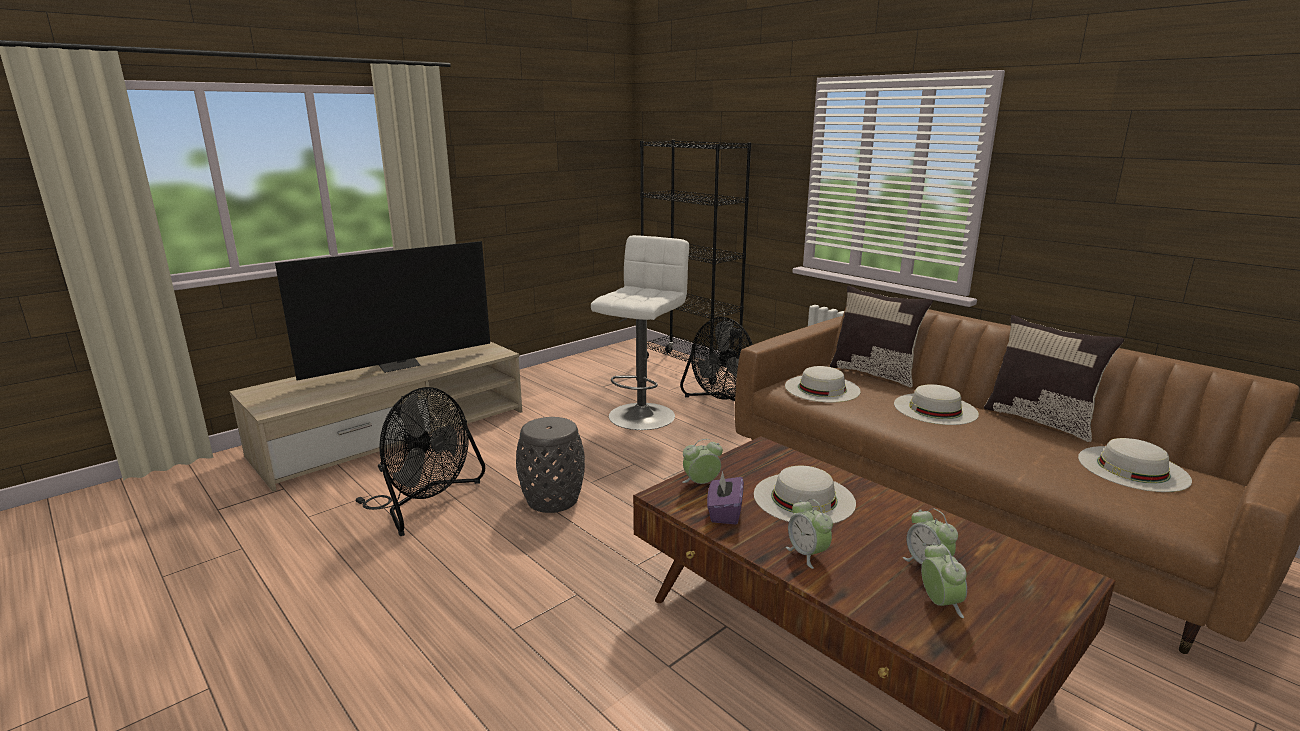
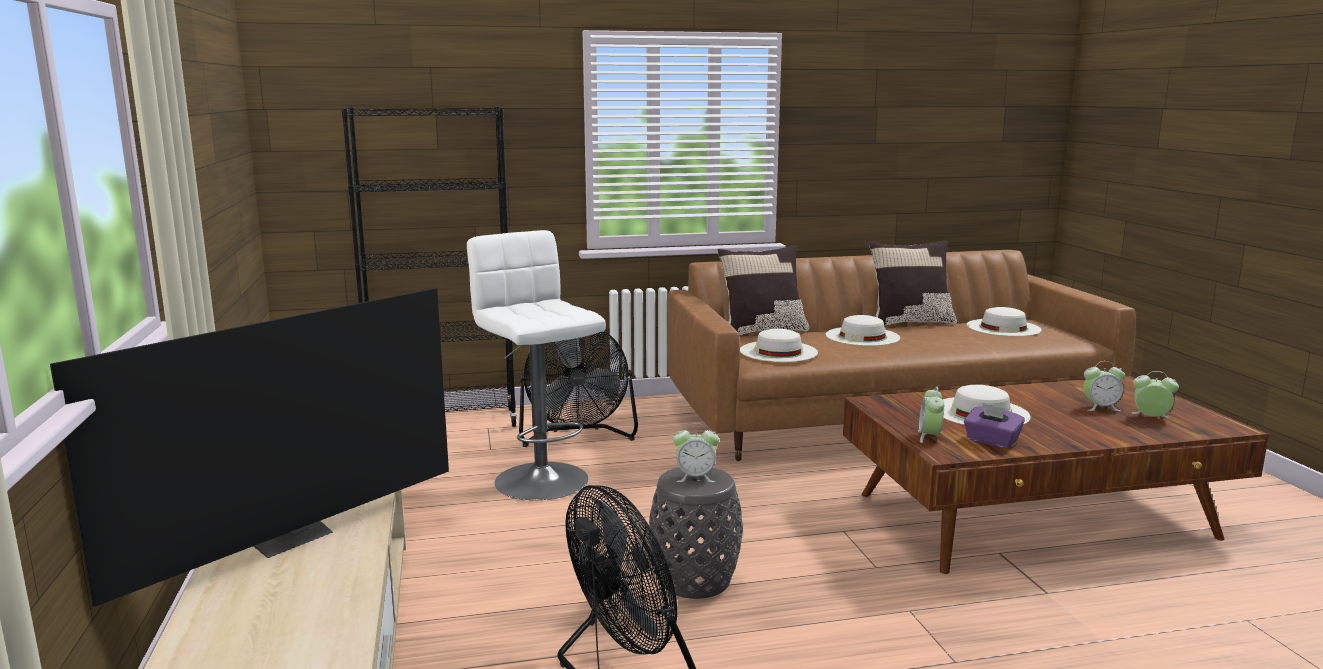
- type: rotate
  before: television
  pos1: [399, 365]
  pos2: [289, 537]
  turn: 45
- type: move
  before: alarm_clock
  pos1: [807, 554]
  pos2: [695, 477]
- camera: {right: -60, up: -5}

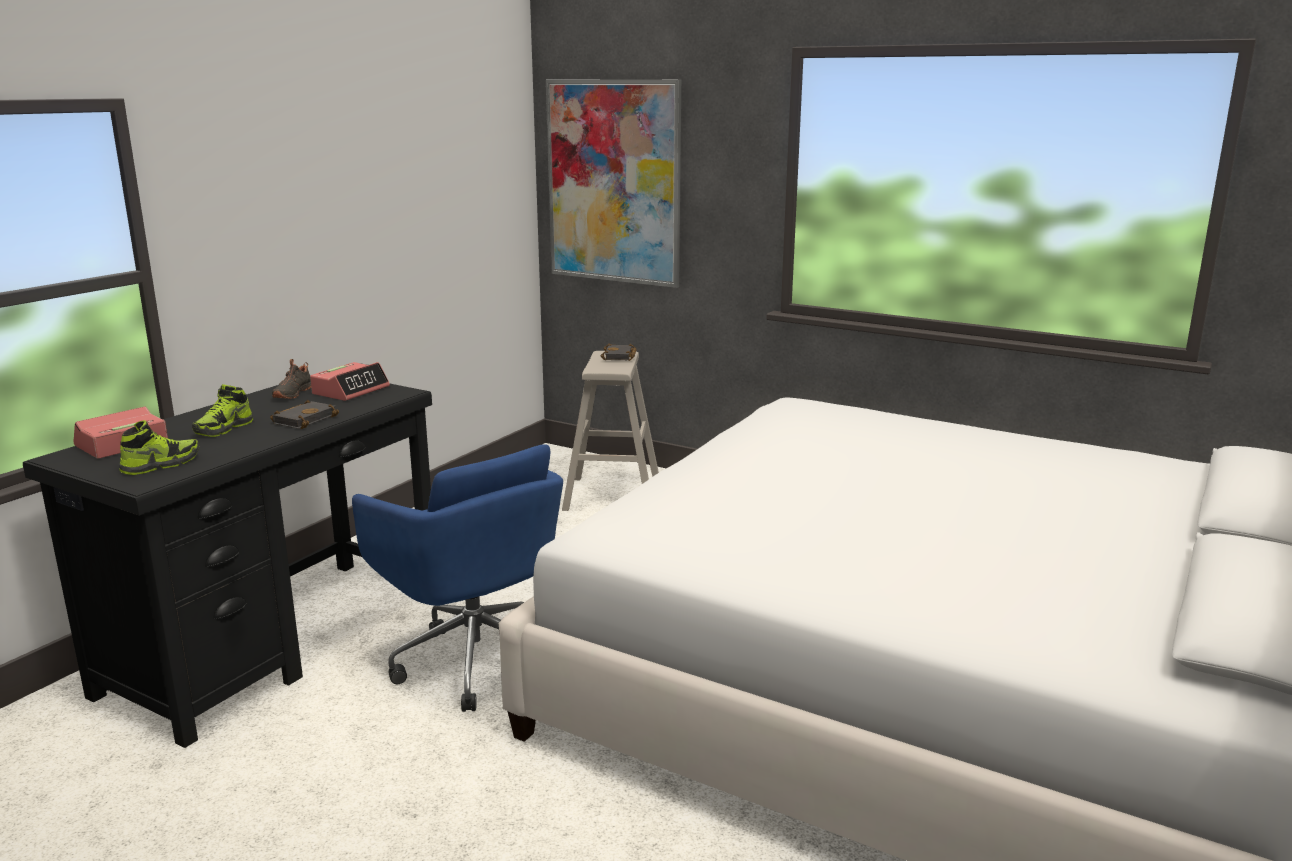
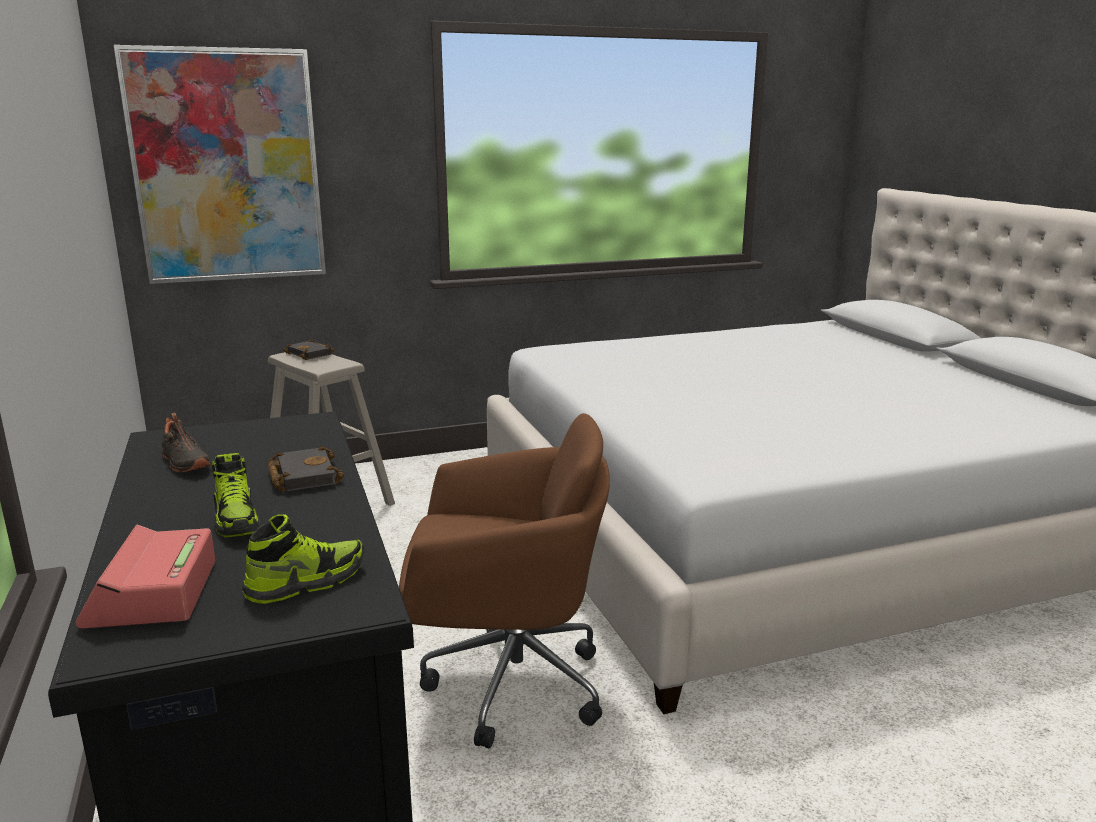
- type: delete
  before: alarm_clock
  pos1: [351, 390]
- type: rotate
  before: shoe
  pos1: [161, 464]
  pos2: [306, 582]
  turn: 60
- type: recolor
  before: blue_office_chair
  after: brown_office_chair
  pos1: [471, 661]
  pos2: [506, 687]
- camera: {right: -50, up: 0}

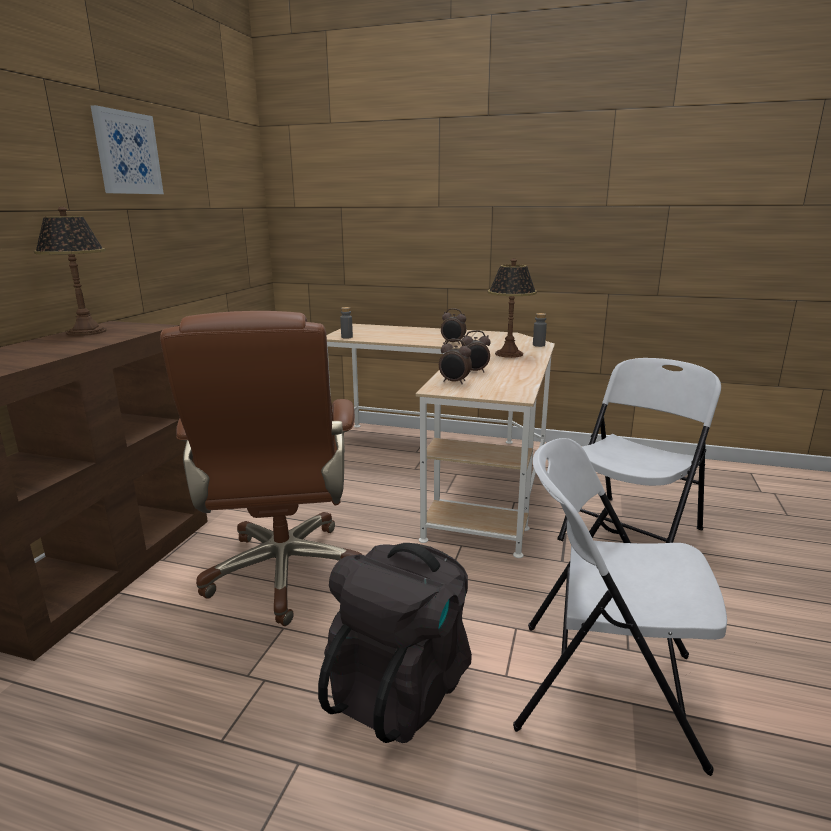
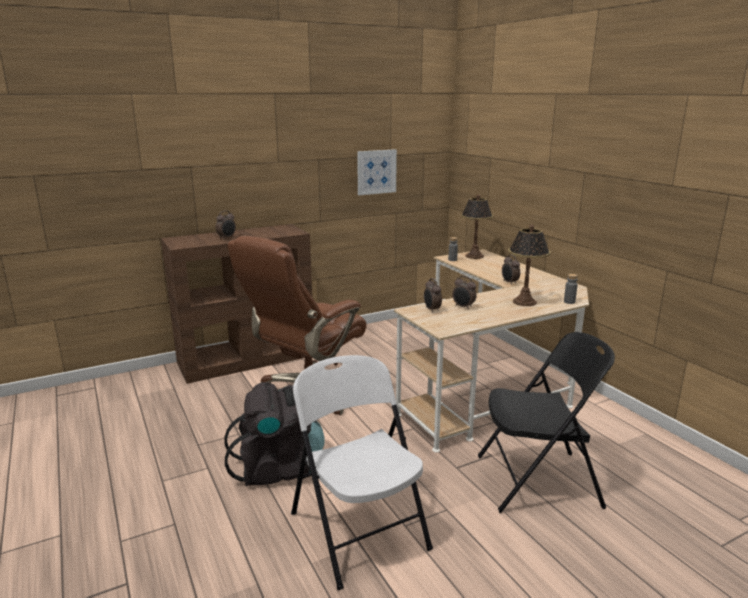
- type: move
  before: picture
  pos1: [127, 153]
  pos2: [376, 172]
- type: move
  before: table_lamp
  pos1: [86, 332]
  pos2: [474, 256]
- type: recolor
  before: white_chair
  after: black_chair
  pos1: [631, 534]
  pos2: [537, 481]
- type: insert
  after: alarm_clock
  pos2: [227, 238]
- camera: {right: 45, up: 0}

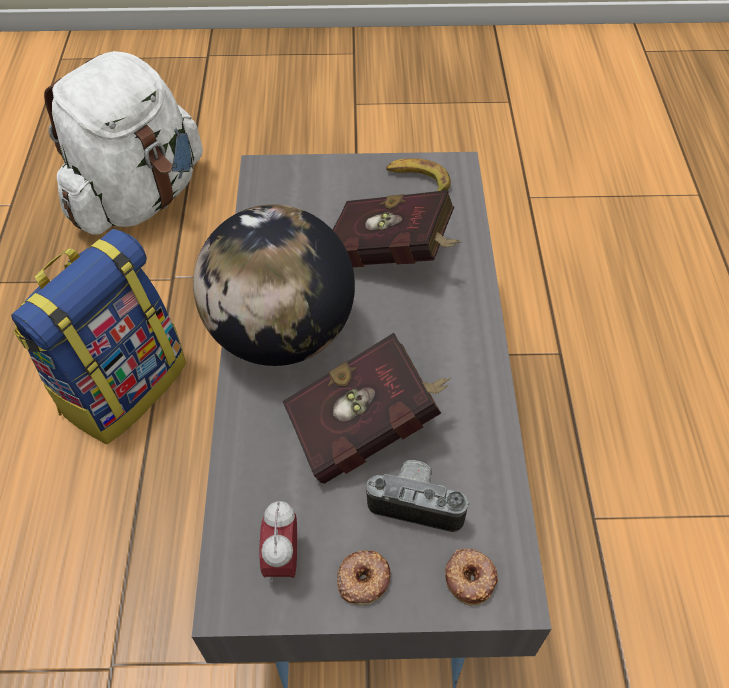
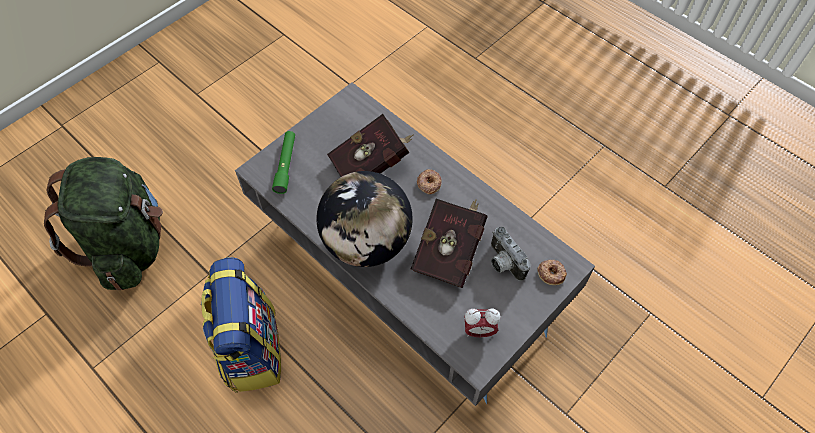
- type: recolor
  before: white_backpack
  after: green_backpack
  pos1: [139, 198]
  pos2: [129, 245]
- type: delete
  before: banana
  pos1: [418, 180]
- type: rotate
  before: photo_camera
  pos1: [417, 502]
  pos2: [503, 263]
  turn: -90
- type: rotate
  before: alarm_clock
  pos1: [282, 559]
  pos2: [479, 331]
  turn: -45
- type: move
  before: donut
  pos1: [363, 579]
  pos2: [429, 183]
- type: insert
  after: green_flashlight
  pos2: [286, 165]
- camera: {right: -45, up: 5}

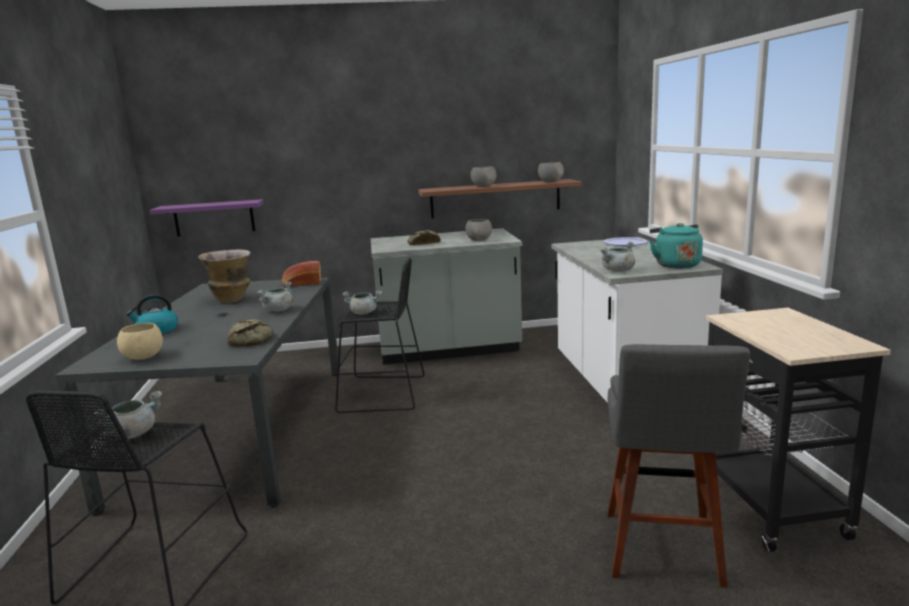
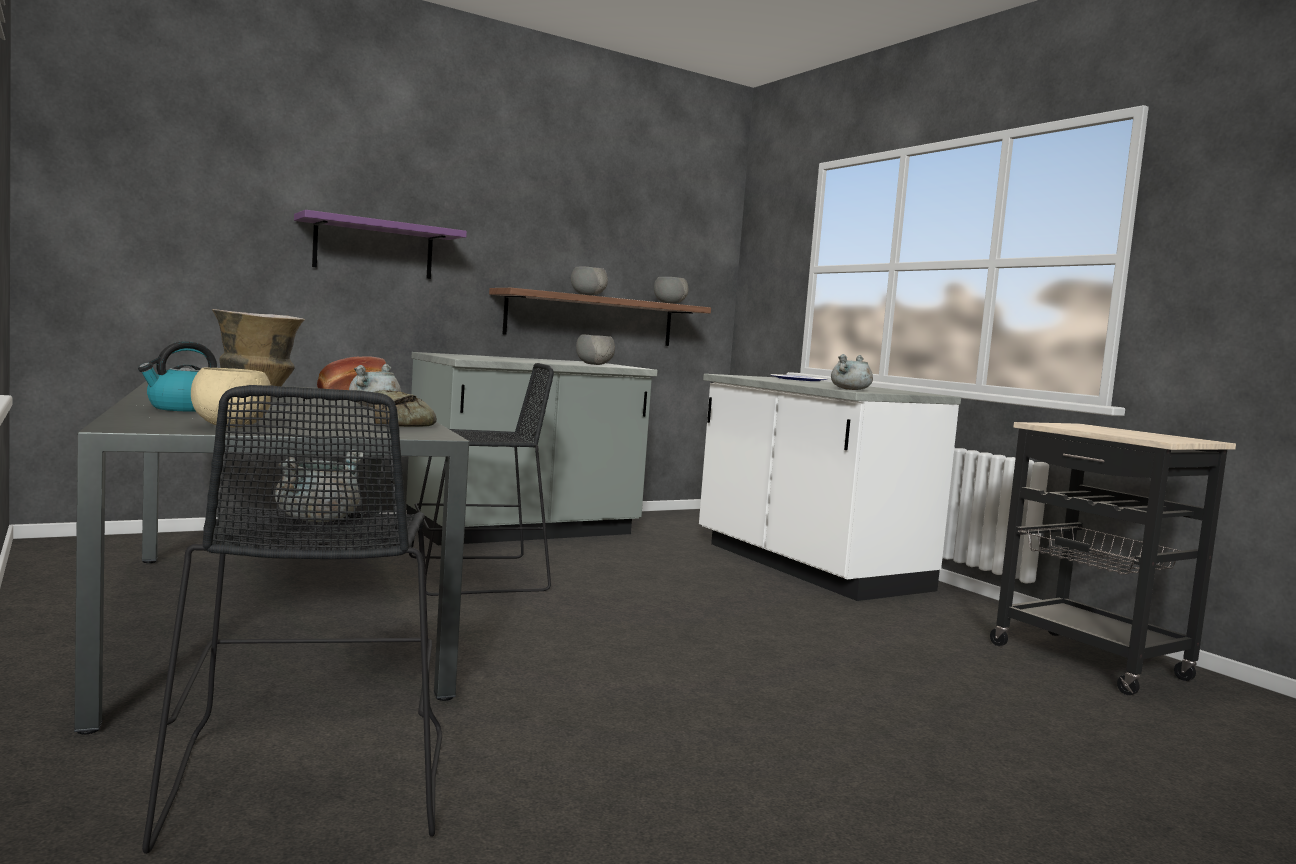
- type: move
  before: purple_shelf
  pos1: [214, 218]
  pos2: [374, 248]
- type: delete
  before: turquoise_kettle
  pos1: [675, 265]
- type: delete
  before: bread
  pos1: [423, 243]
- type: delete
  before: grey_cooking_pot
  pos1: [364, 313]
- type: delete
  before: grey_stool
  pos1: [662, 552]
- camera: {right: -25, up: -10}

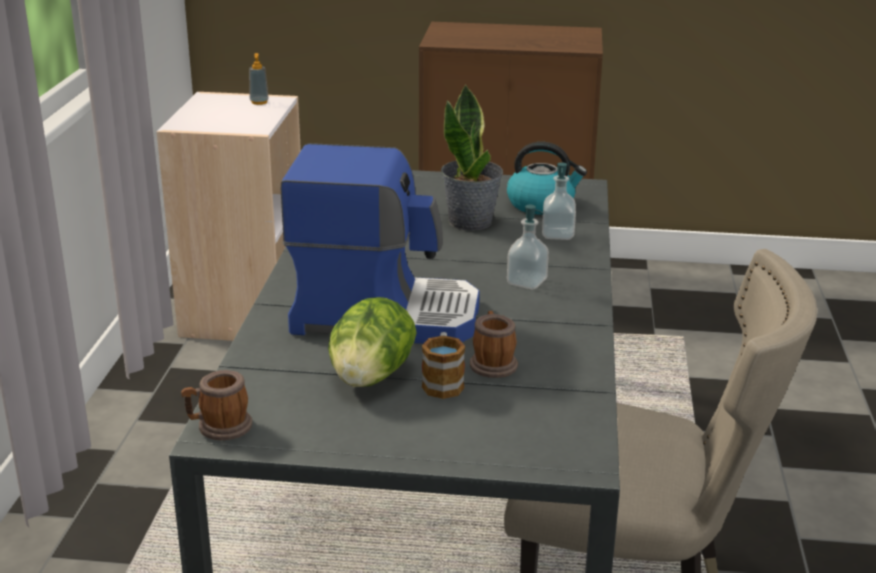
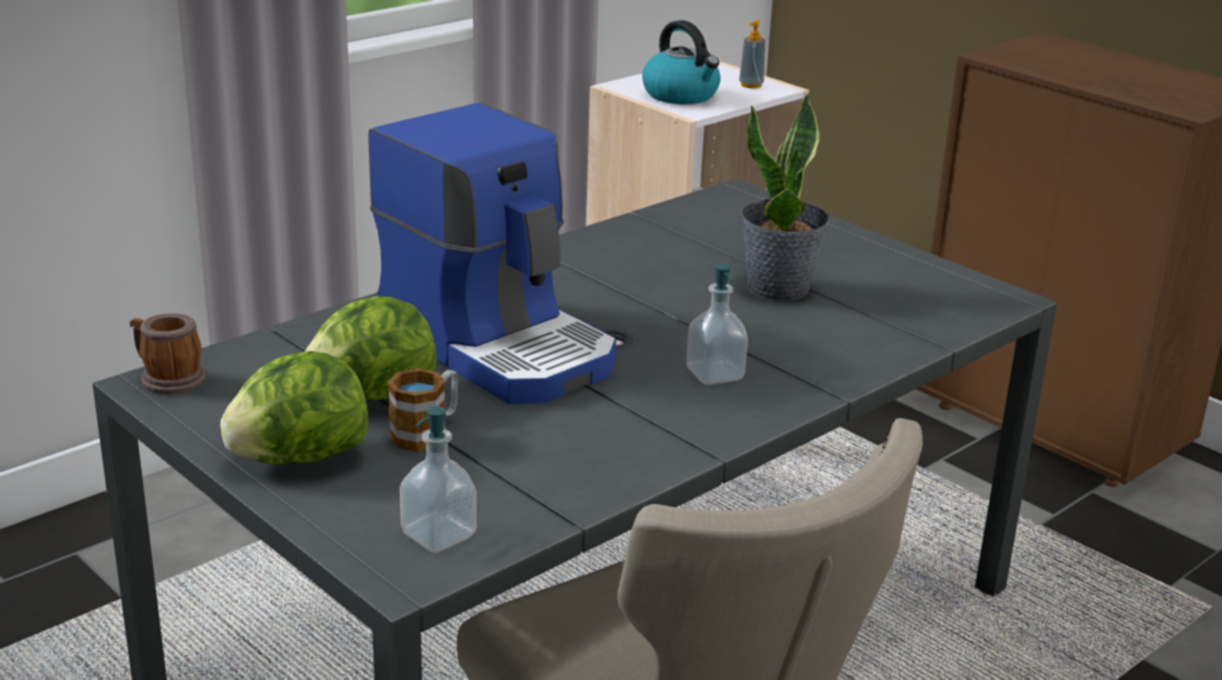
- type: move
  before: kettle
  pos1: [542, 204]
  pos2: [681, 95]
- type: move
  before: soap_dispenser
  pos1: [557, 235]
  pos2: [438, 535]
- type: delete
  before: mug
  pos1: [492, 363]
- type: insert
  after: lettuce
  pos2: [299, 458]
- camera: {right: 40, up: 0}

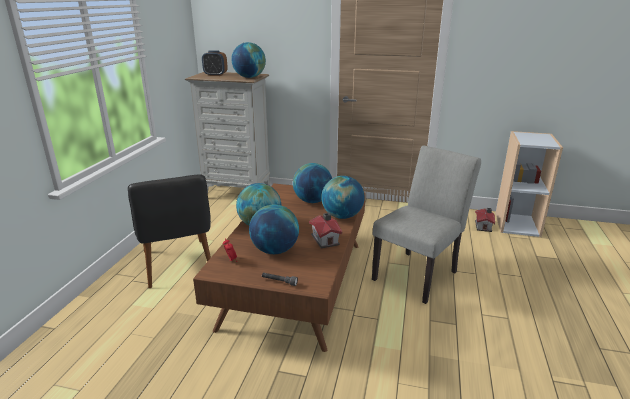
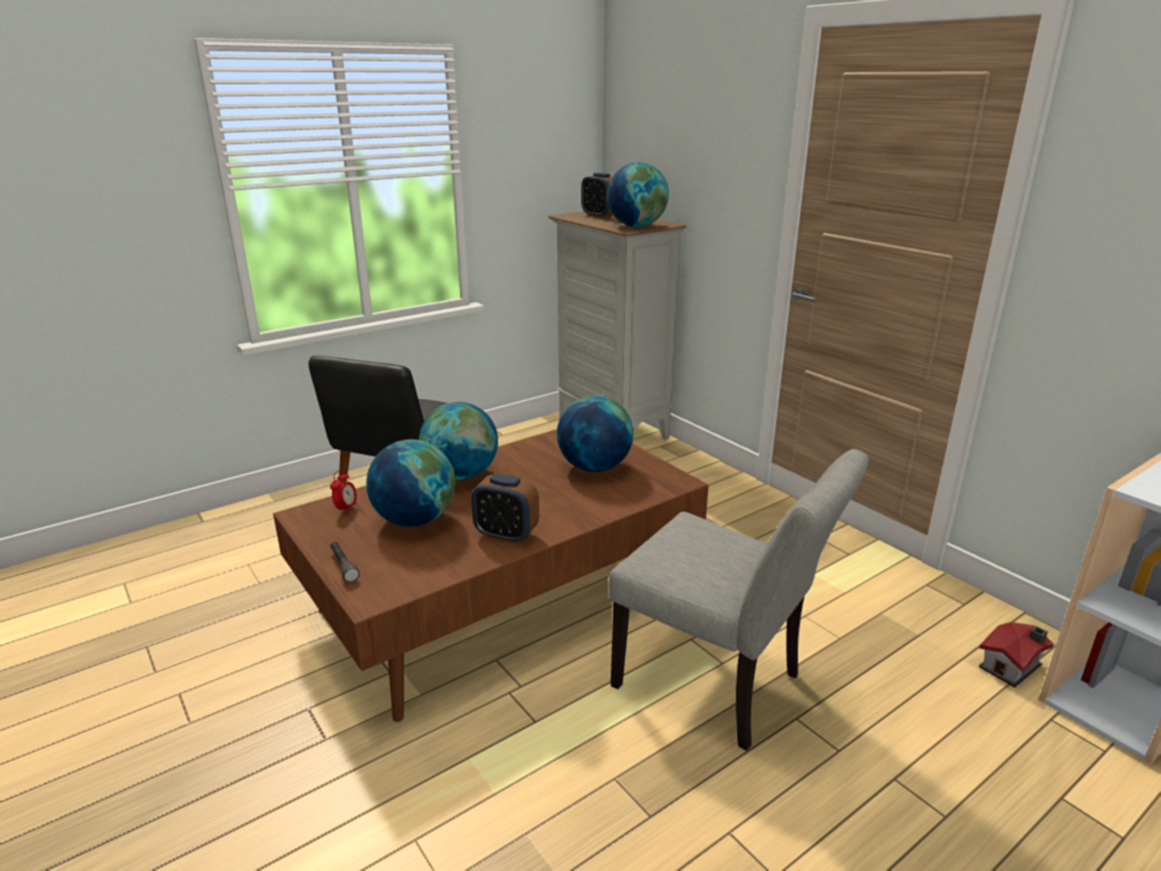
- type: rotate
  before: grey_chair
  pos1: [419, 273]
  pos2: [720, 686]
  turn: 45
- type: delete
  before: globe
  pos1: [342, 216]
- type: replace
  before: toy_house
  after: alarm_clock
  pos1: [325, 239]
  pos2: [506, 535]
- camera: {right: 40, up: 0}

